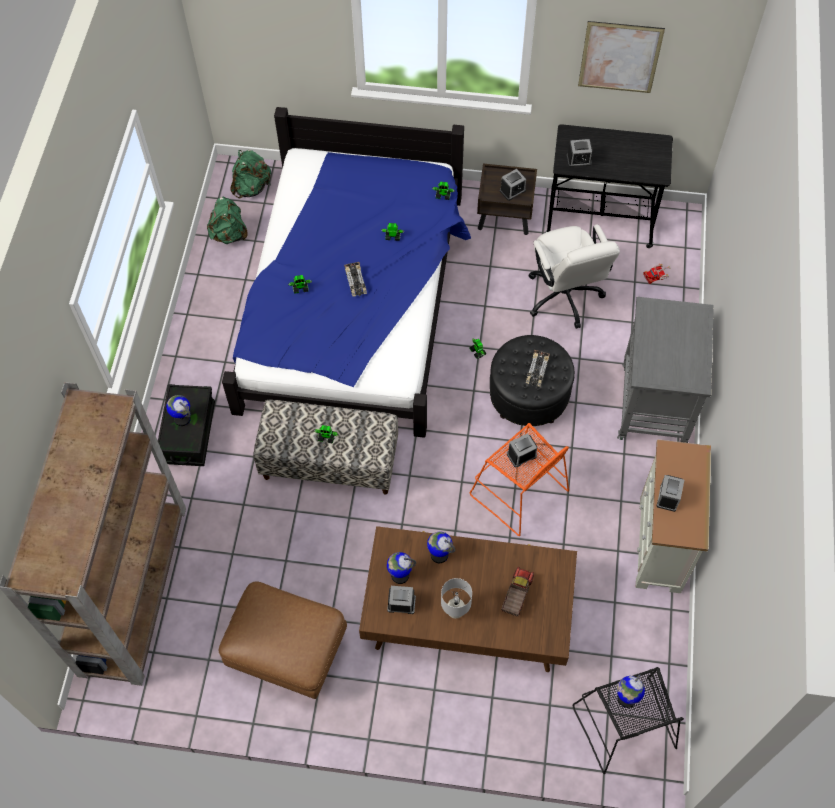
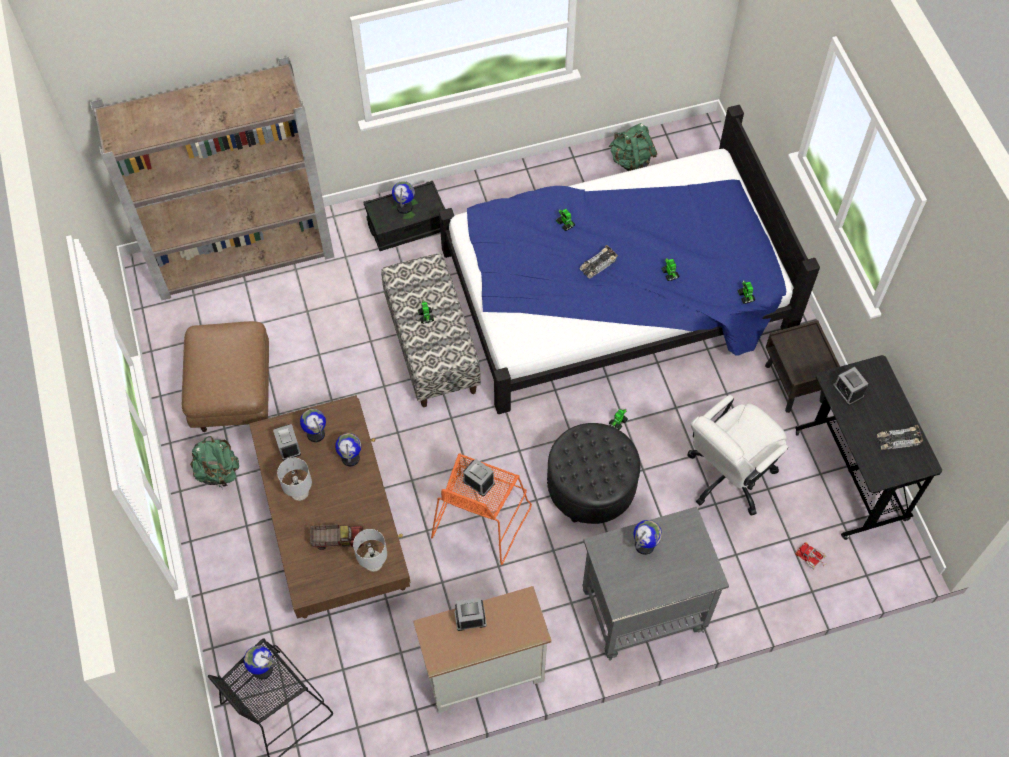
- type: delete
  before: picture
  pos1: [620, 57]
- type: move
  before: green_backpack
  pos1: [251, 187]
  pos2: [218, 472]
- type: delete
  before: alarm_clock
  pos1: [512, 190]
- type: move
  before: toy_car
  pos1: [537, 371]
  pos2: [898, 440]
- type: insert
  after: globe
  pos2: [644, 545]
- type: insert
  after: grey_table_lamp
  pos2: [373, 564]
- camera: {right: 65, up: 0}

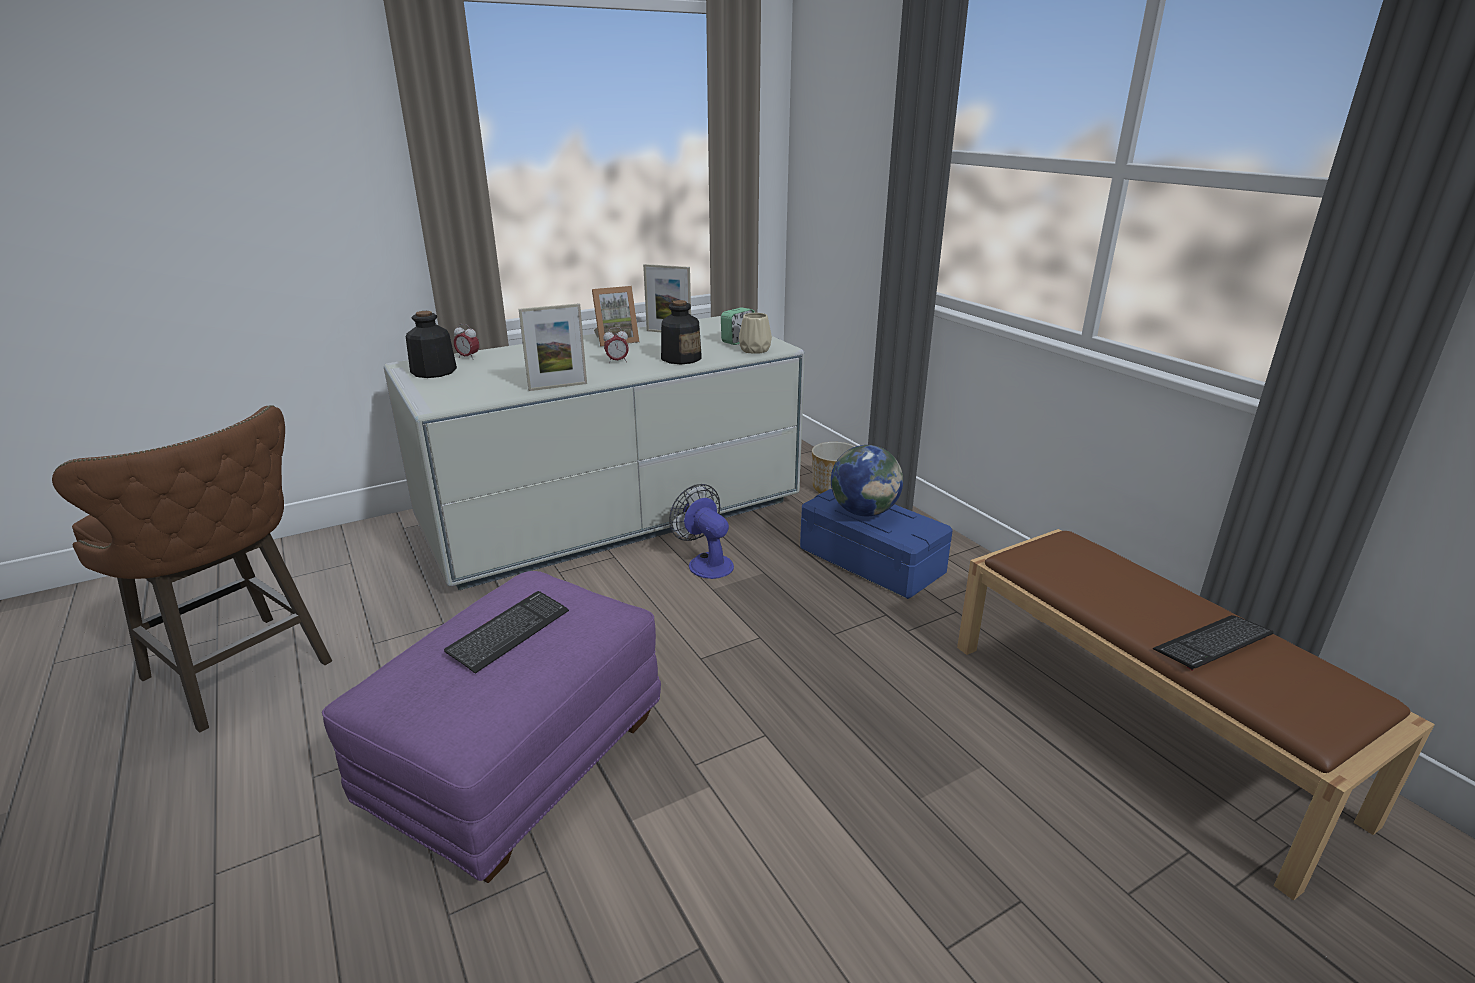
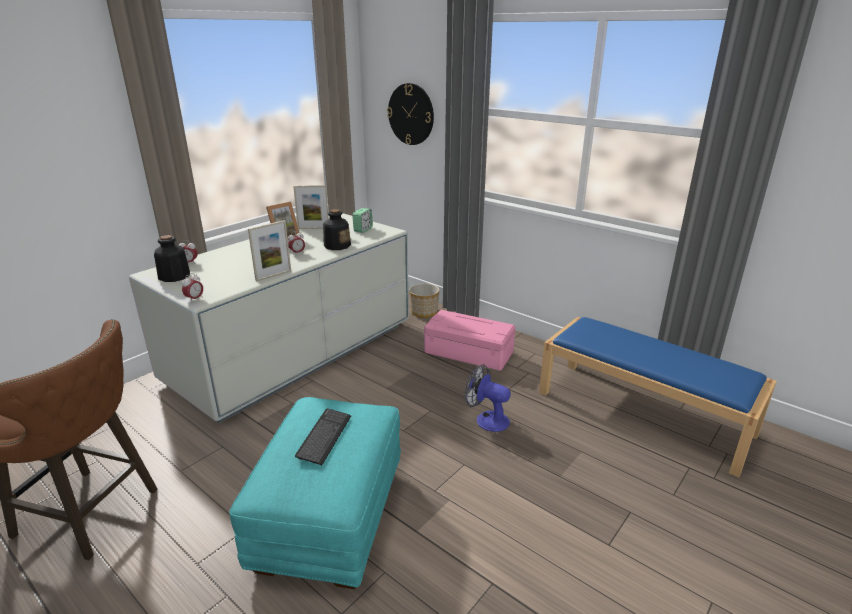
- type: delete
  before: beige_vase
  pos1: [755, 350]
- type: delete
  before: globe
  pos1: [864, 512]
- type: move
  before: fan
  pos1: [706, 562]
  pos2: [487, 419]
- type: recolor
  before: blue_storage_box
  after: pink_storage_box
  pos1: [872, 561]
  pos2: [469, 352]
- type: recolor
  before: brown_bench
  after: blue_bench
  pos1: [1142, 726]
  pos2: [644, 412]
- type: recolor
  before: purple_ottoman
  after: turquoise_ottoman
  pos1: [518, 762]
  pos2: [329, 518]
- type: delete
  before: keyboard
  pos1: [1213, 644]
- type: insert
  after: wall_clock
  pos2: [411, 114]
- type: insert
  after: alarm_clock
  pos2: [194, 299]
- camera: {right: -20, up: 0}

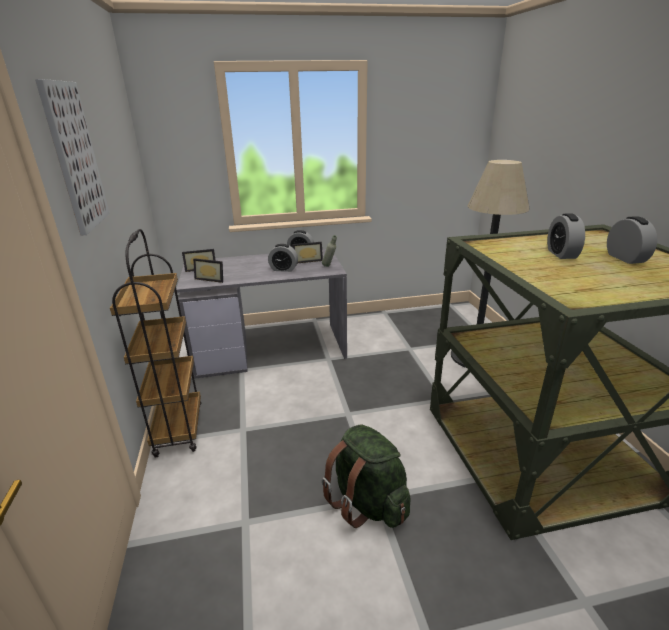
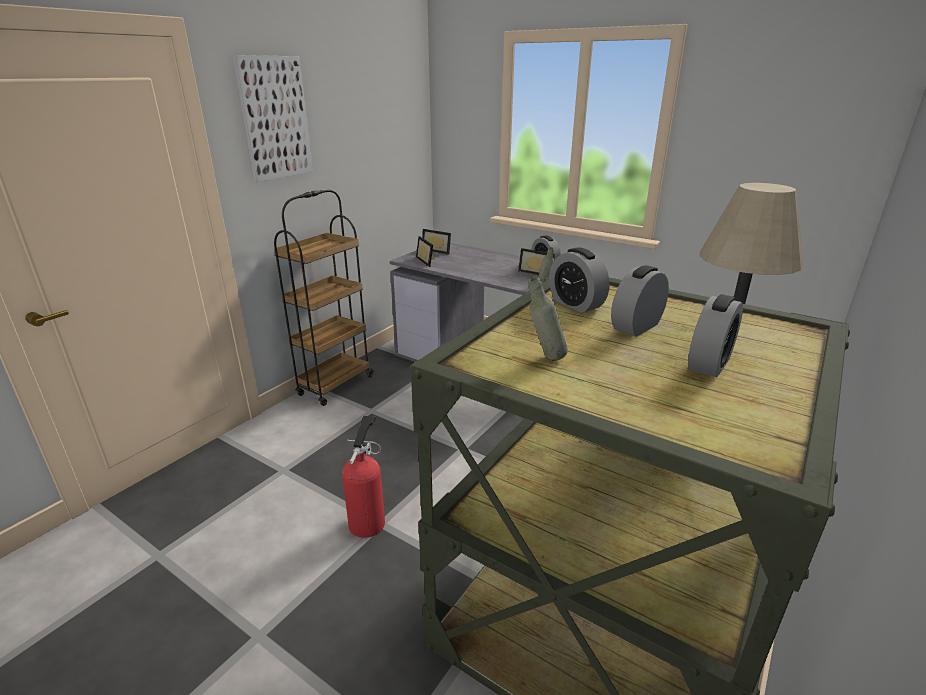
- type: move
  before: alarm_clock
  pos1: [283, 269]
  pos2: [576, 304]
- type: replace
  before: green_backpack
  after: fire_extinguisher
  pos1: [367, 502]
  pos2: [368, 521]
- type: insert
  after: grey_bottle
  pos2: [544, 359]
- camera: {right: 45, up: 0}

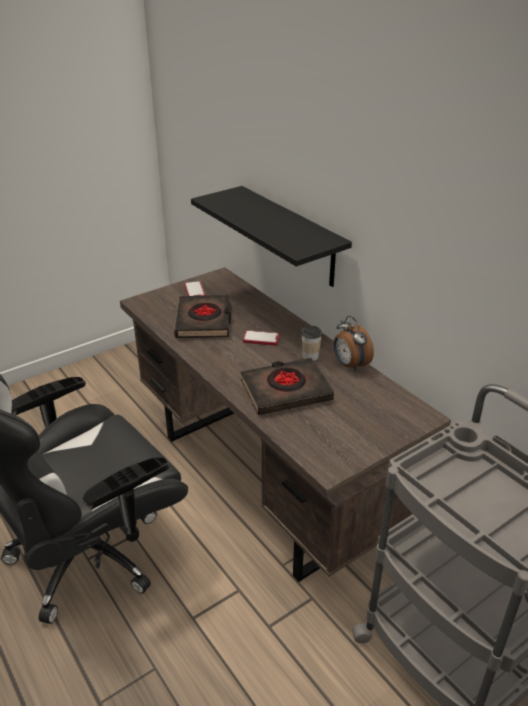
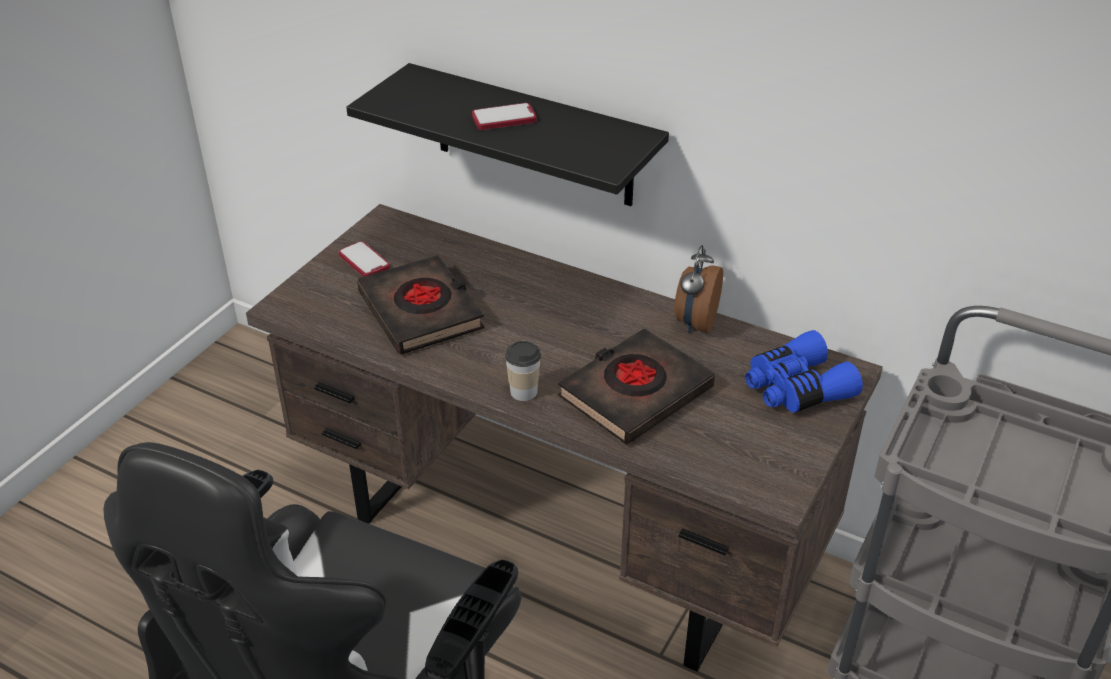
- type: rotate
  before: alarm_clock
  pos1: [350, 365]
  pos2: [695, 323]
  turn: 75
- type: move
  before: cup
  pos1: [310, 356]
  pos2: [523, 392]
- type: move
  before: phone
  pos1: [261, 339]
  pos2: [504, 118]
- type: insert
  after: blue_binoculars
  pos2: [795, 388]
- camera: {right: -25, up: 5}

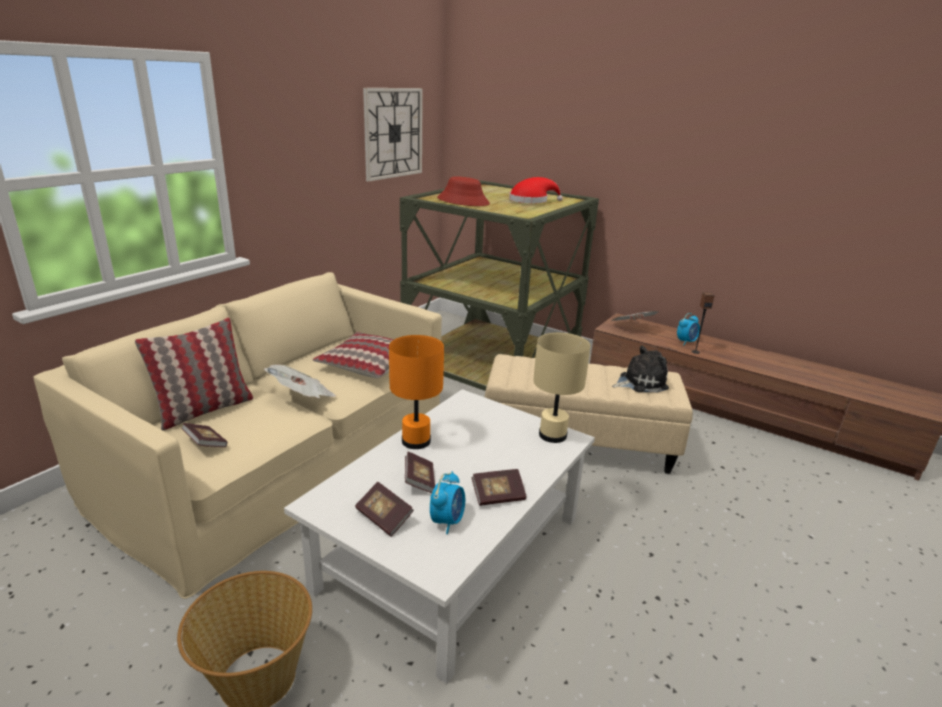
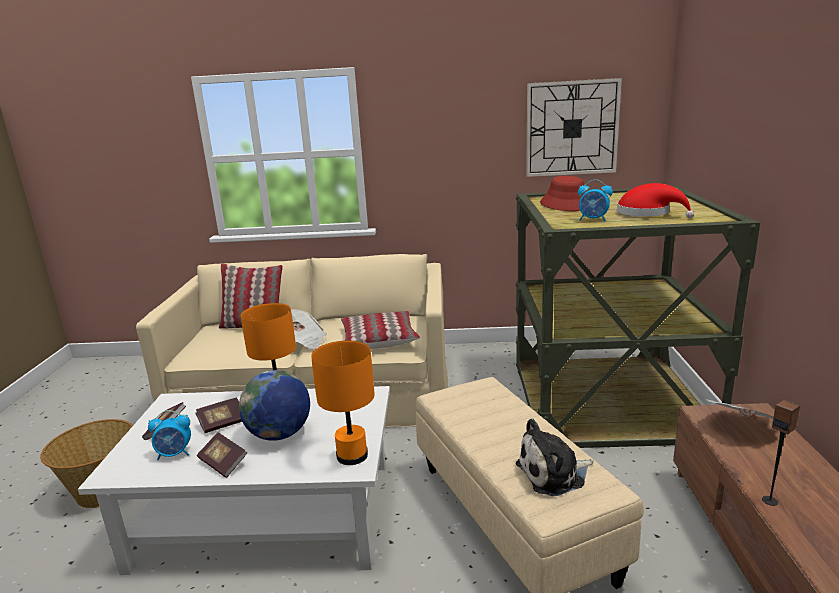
- type: move
  before: alarm_clock
  pos1: [686, 342]
  pos2: [593, 220]
- type: recolor
  before: beige_table_lamp
  after: orange_table_lamp
  pos1: [552, 435]
  pos2: [351, 455]
- type: rotate
  before: plush_toy
  pos1: [640, 382]
  pos2: [554, 474]
  turn: 120
- type: delete
  before: book
  pos1: [205, 444]
- type: insert
  after: globe
  pos2: [279, 434]
- camera: {right: 60, up: -5}

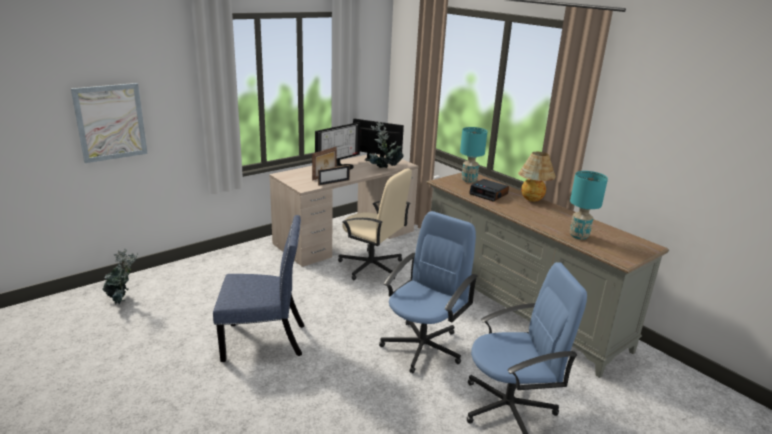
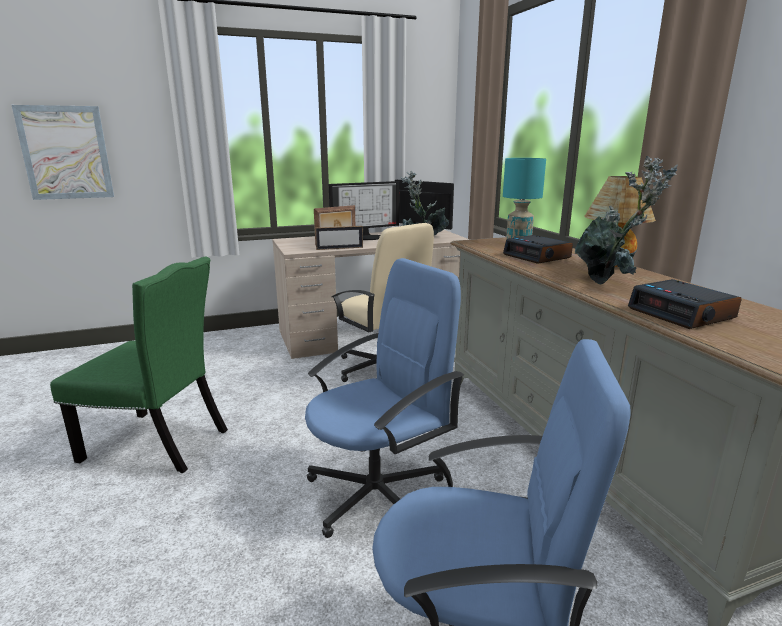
- type: replace
  before: turquoise_table_lamp
  after: alarm_clock
  pos1: [579, 236]
  pos2: [682, 313]
- type: recolor
  before: blue_chair
  after: green_chair
  pos1: [262, 341]
  pos2: [155, 443]
- type: move
  before: potted_plant
  pos1: [122, 301]
  pos2: [610, 282]
- camera: {right: 20, up: -5}

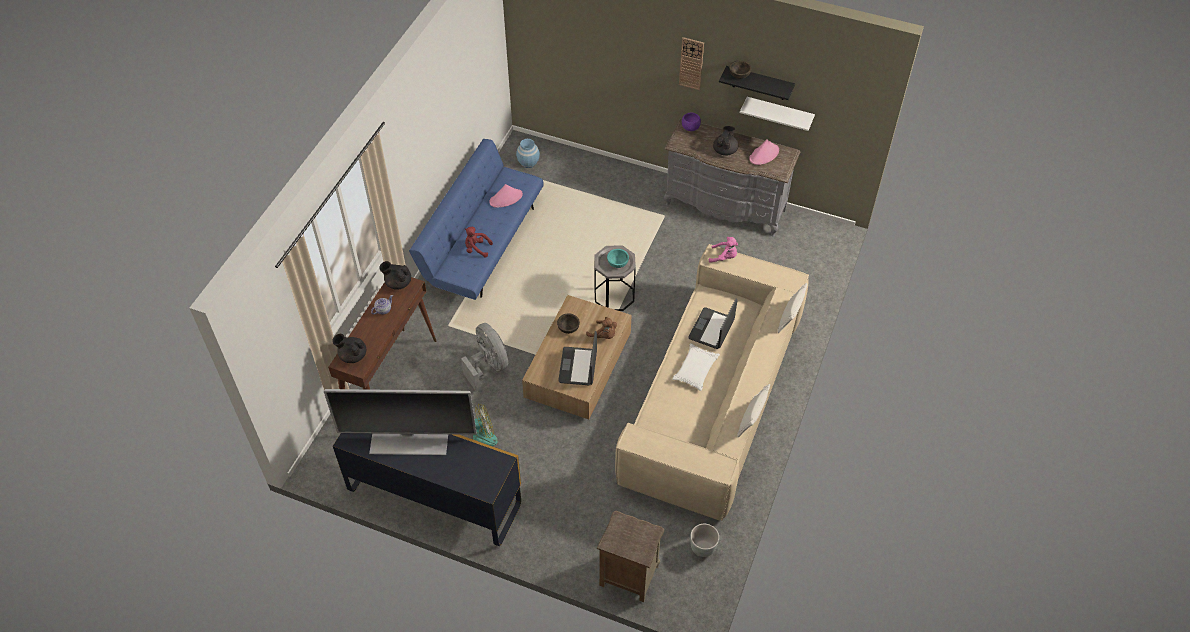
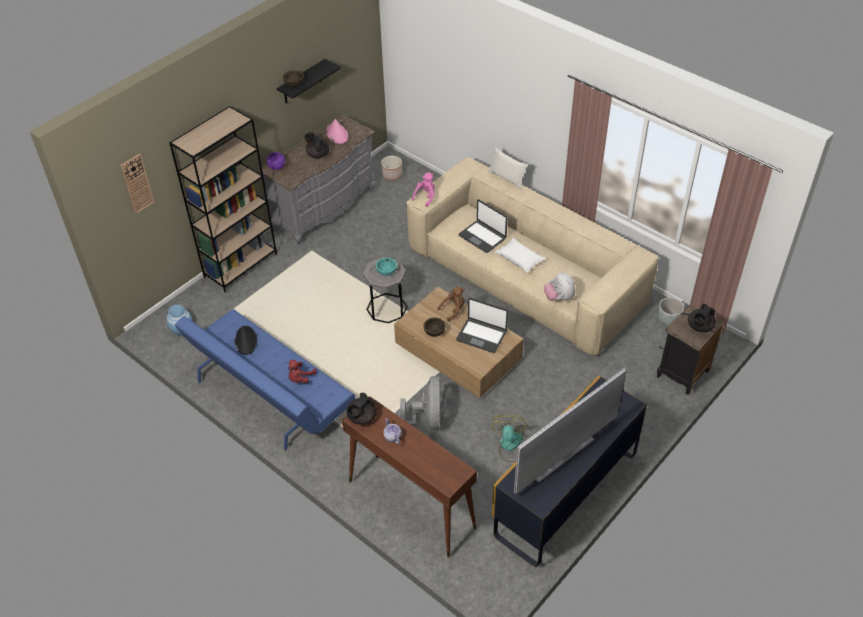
- type: move
  before: wall_clock
  pos1: [691, 63]
  pos2: [137, 183]
- type: delete
  before: white_shelf
  pos1: [779, 114]
- type: recolor
  before: pink_hat
  after: black_hat
  pos1: [506, 198]
  pos2: [245, 340]
- type: rotate
  before: grey_fan
  pos1: [488, 366]
  pos2: [428, 419]
  turn: 105
- type: move
  before: black_teapot
  pos1: [352, 355]
  pos2: [699, 327]
- type: delete
  before: white_pillow
  pos1: [751, 419]
- type: rotate
  before: television
  pos1: [409, 443]
  pos2: [559, 454]
  turn: -150
- type: recolor
  before: beige_nightstand
  after: black_nightstand
  pos1: [628, 574]
  pos2: [682, 373]
- type: insert
  after: beige_bookcase
  pos2: [240, 265]
- type: insert
  after: planter
  pos2: [392, 174]
- type: insert
  after: plush_toy
  pos2: [559, 298]
- camera: {right: -70, up: -5}

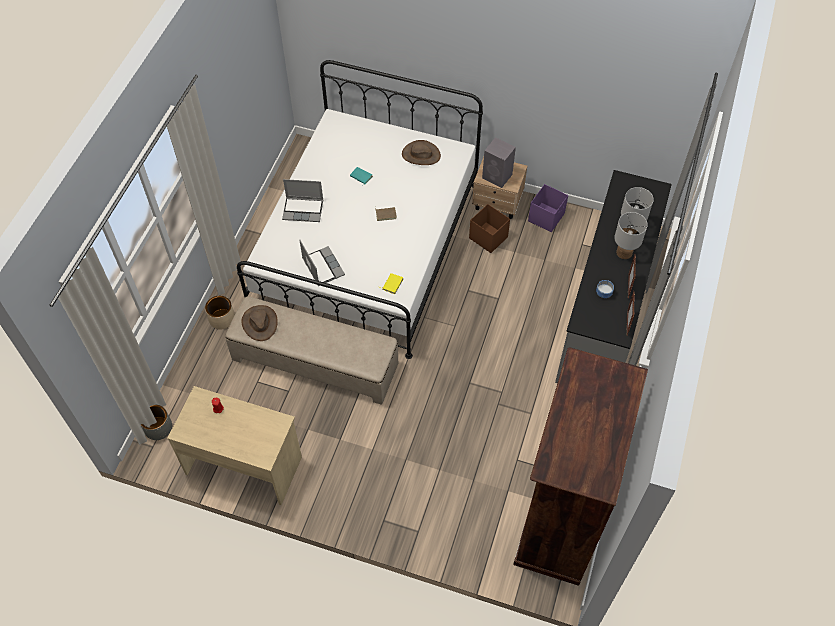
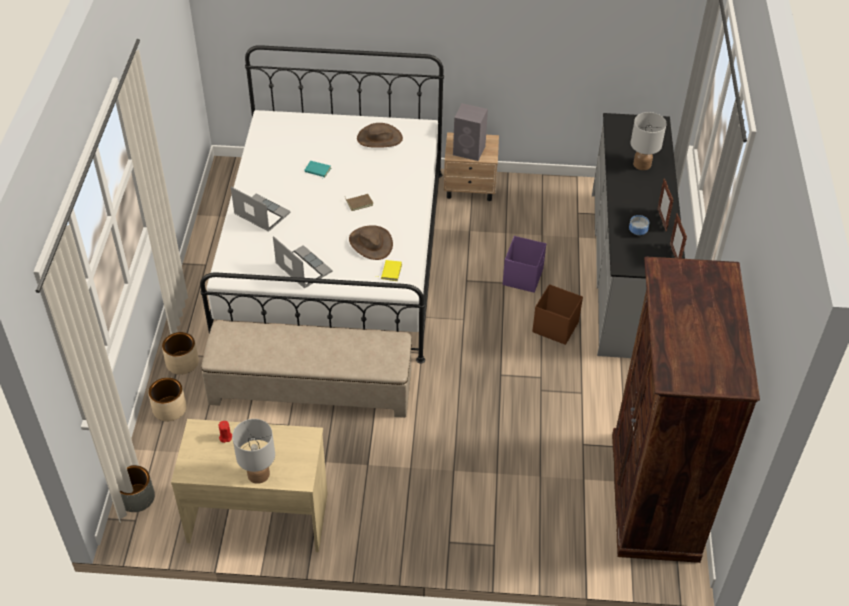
- type: rotate
  before: laptop
  pos1: [303, 210]
  pos2: [261, 214]
  turn: -135
- type: move
  before: purple_storage_box
  pos1: [546, 217]
  pos2: [523, 277]
- type: move
  before: brown_storage_box
  pos1: [488, 237]
  pos2: [555, 327]
- type: move
  before: grey_table_lamp
  pos1: [623, 252]
  pos2: [258, 474]
- type: move
  before: brown_hat
  pos1: [260, 323]
  pos2: [370, 243]
- type: insert
  after: beige_planter
  pos2: [169, 408]
- camera: {right: -15, up: -10}

